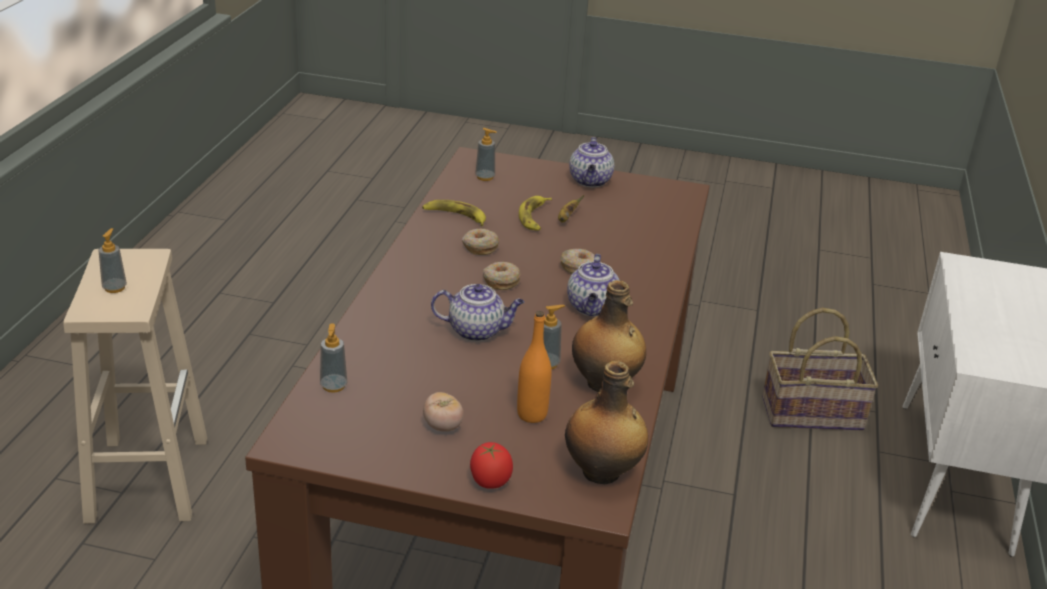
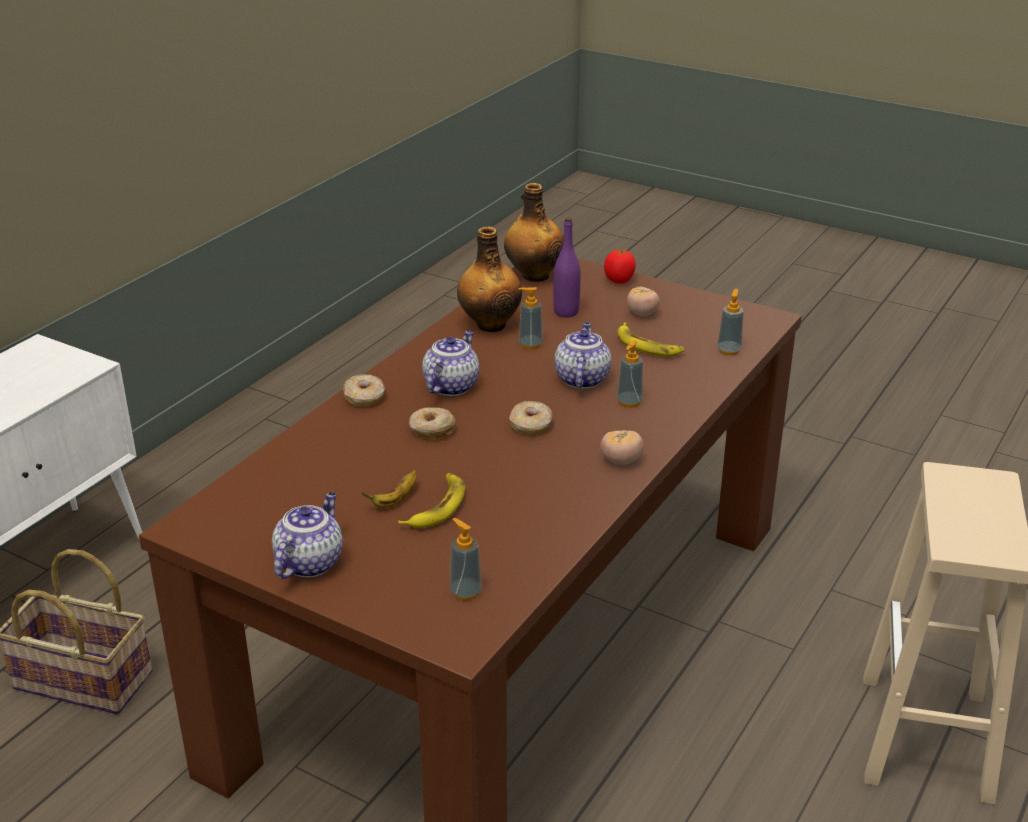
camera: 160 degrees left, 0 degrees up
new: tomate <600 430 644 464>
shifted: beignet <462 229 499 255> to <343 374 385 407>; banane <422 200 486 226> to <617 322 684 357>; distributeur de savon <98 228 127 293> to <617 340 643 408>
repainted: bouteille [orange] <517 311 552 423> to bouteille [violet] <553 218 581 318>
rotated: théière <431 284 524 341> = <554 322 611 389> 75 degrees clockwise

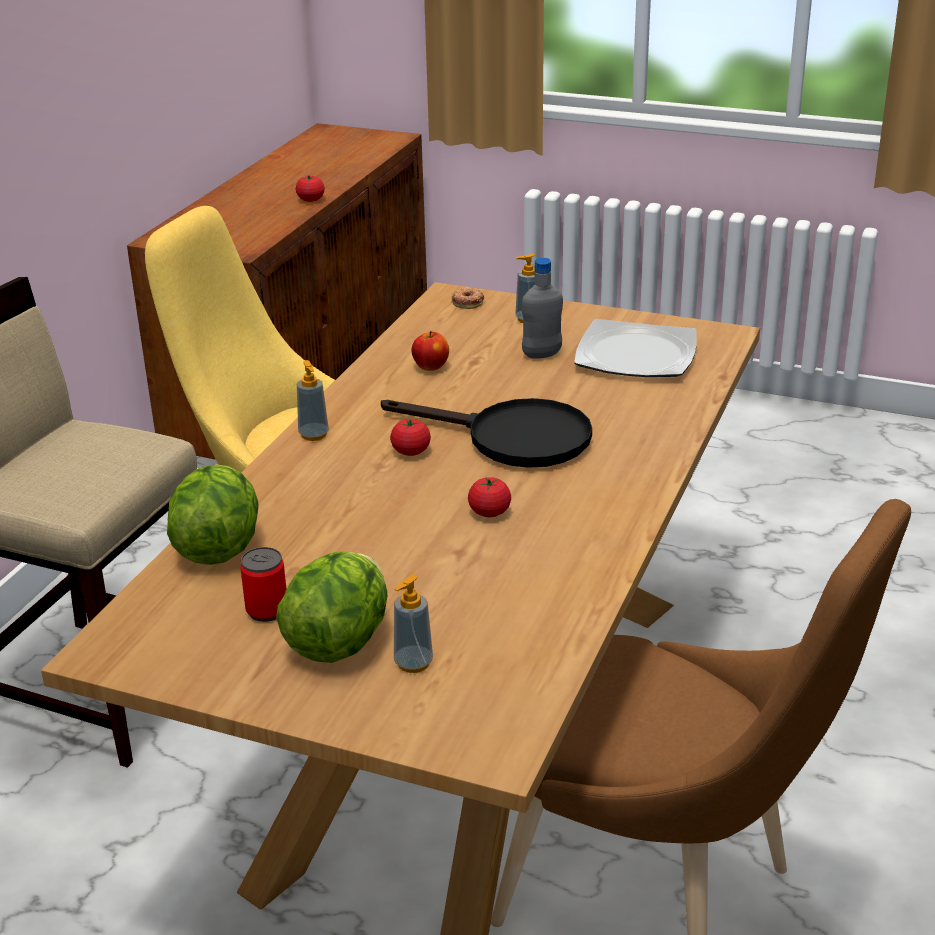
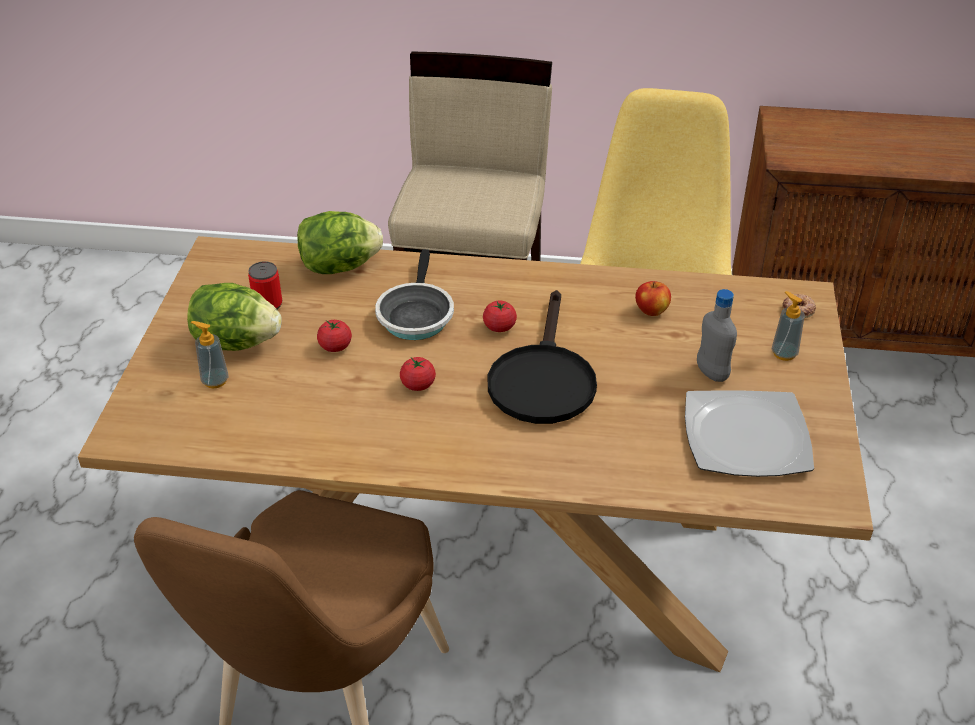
camera: 75 degrees right, 10 degrees up
gone: distributeur de savon <297 360 329 441>
new: poêle <375 249 454 340>
shifted: tomate <296 175 325 202> to <317 320 352 352>

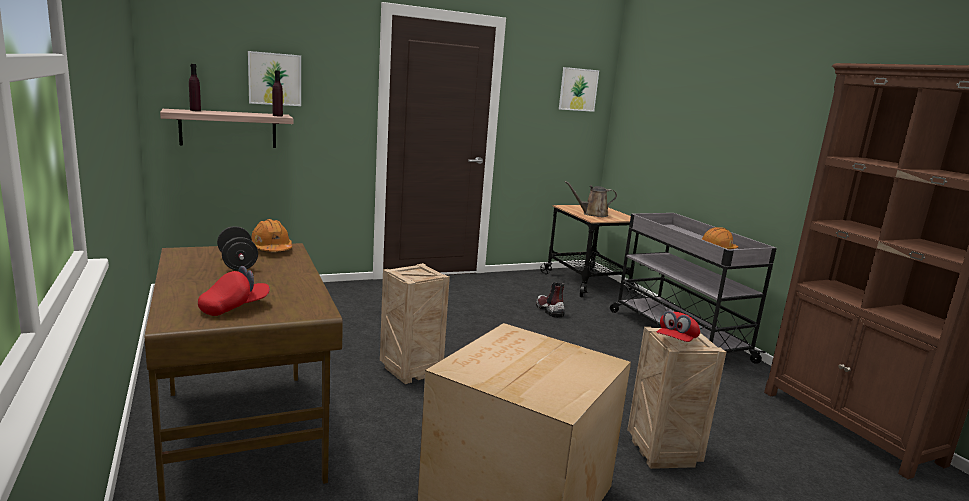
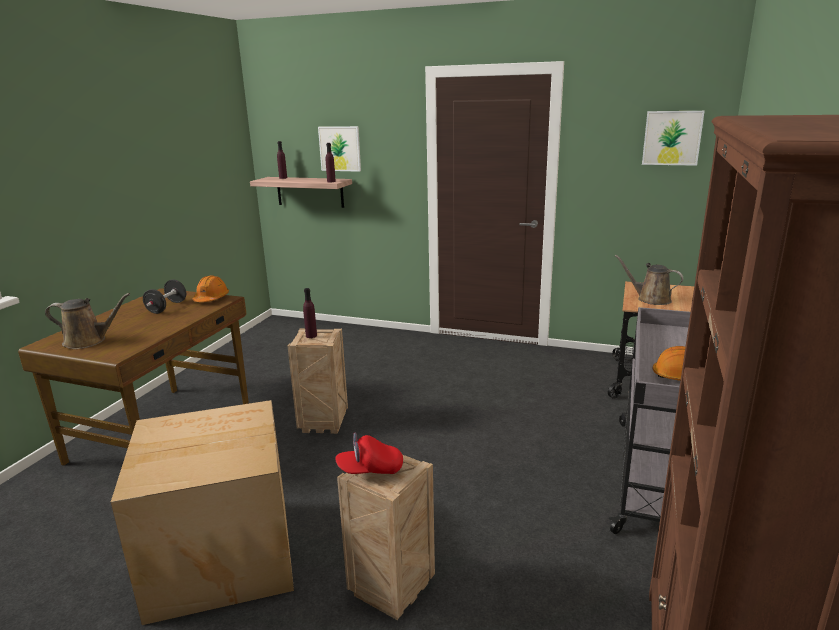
camera: 45 degrees right, 5 degrees up
gone: botte <536 282 565 318>
new: bouteille [violet] <303 288 317 338>
swapped: casquette [rouge] <198 266 270 316> to arrosoir [marron] <45 293 130 349>

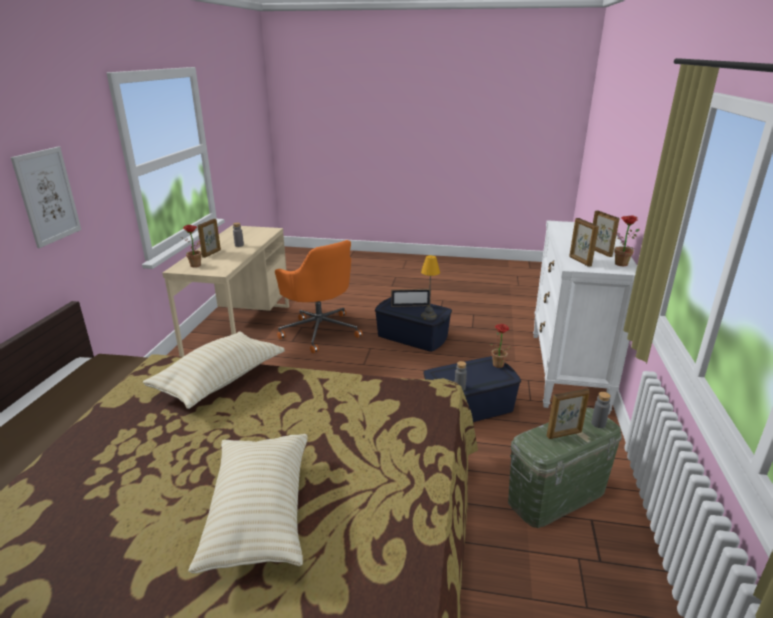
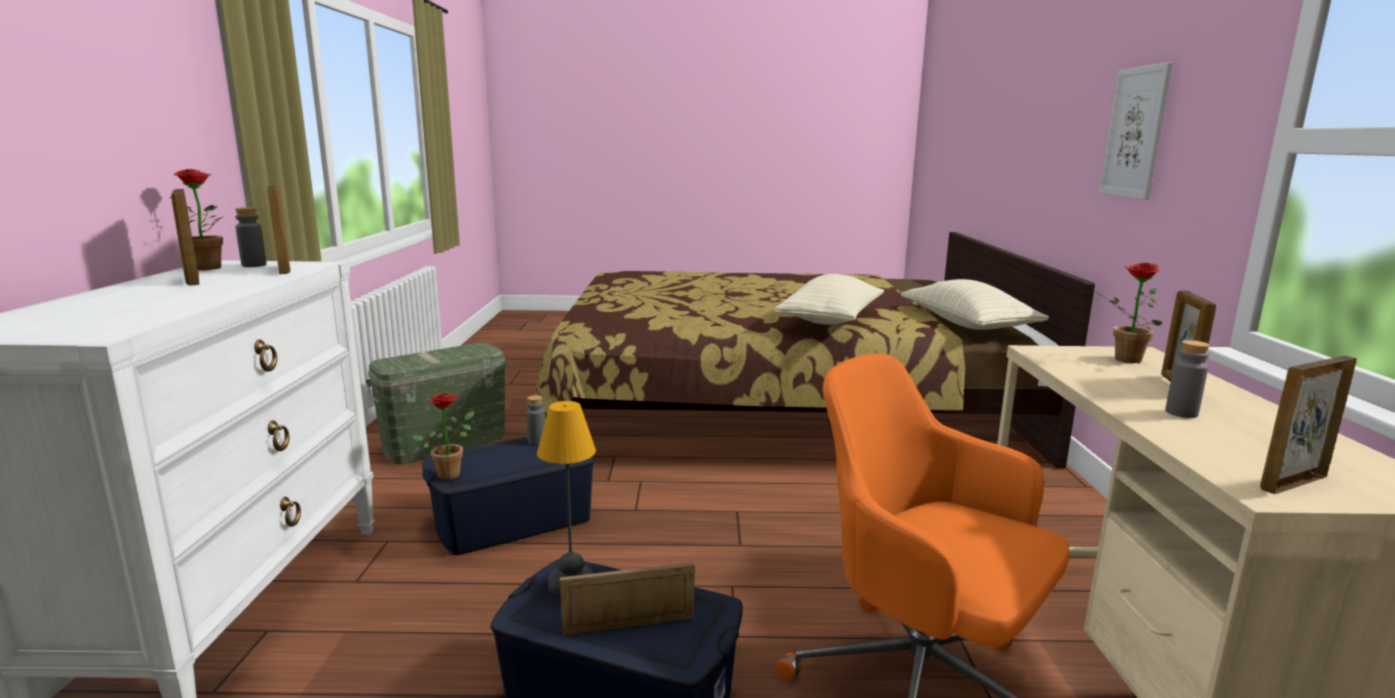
camera: 170 degrees right, 10 degrees down
shifted: bouteille [gris] <591 392 611 428> to <235 207 267 267>; coussin [beige] <188 434 308 574> to <901 279 1049 330>; cadre photo <546 388 590 439> to <1260 356 1357 494>

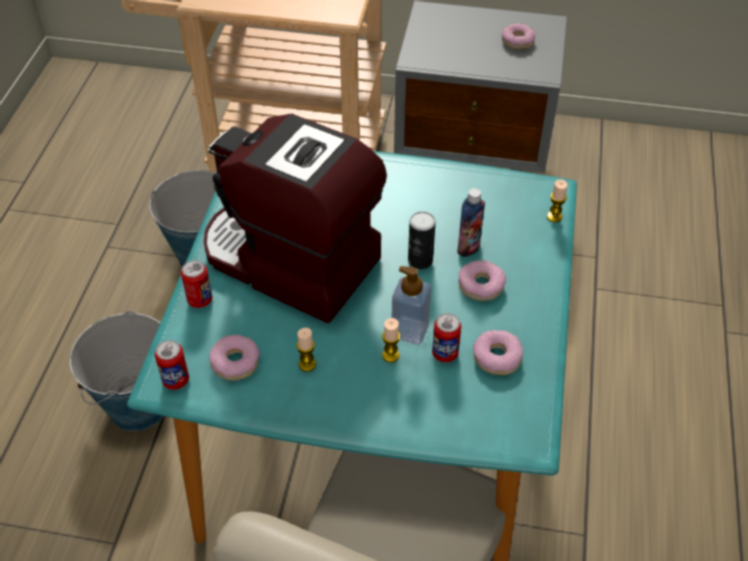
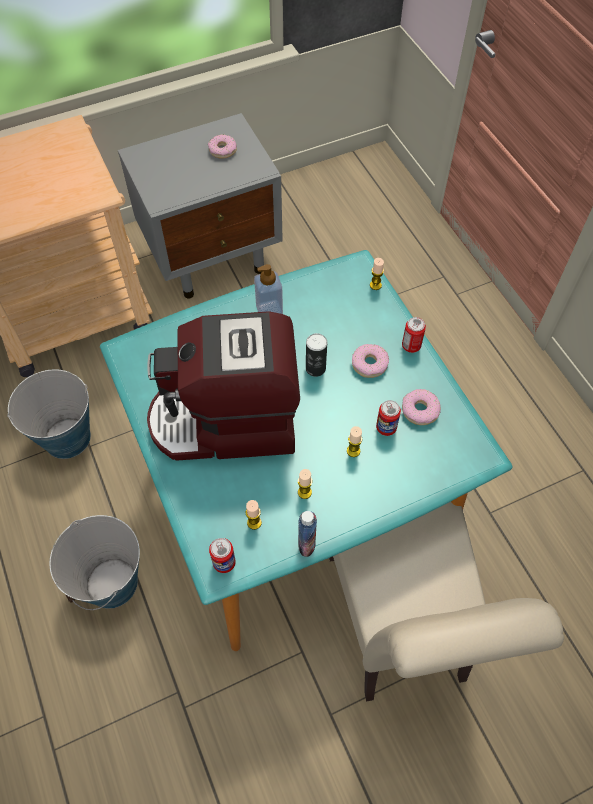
camera: 35 degrees left, 10 degrees up
shifted: distributeur de savon <392 266 431 344> to <254 264 283 314>; bouteille <457 188 485 257> to <298 511 317 557>; boîte métallique <181 260 212 308> to <402 317 426 353>
swapped: beignet <209 334 260 381> to bougie <246 500 262 530>

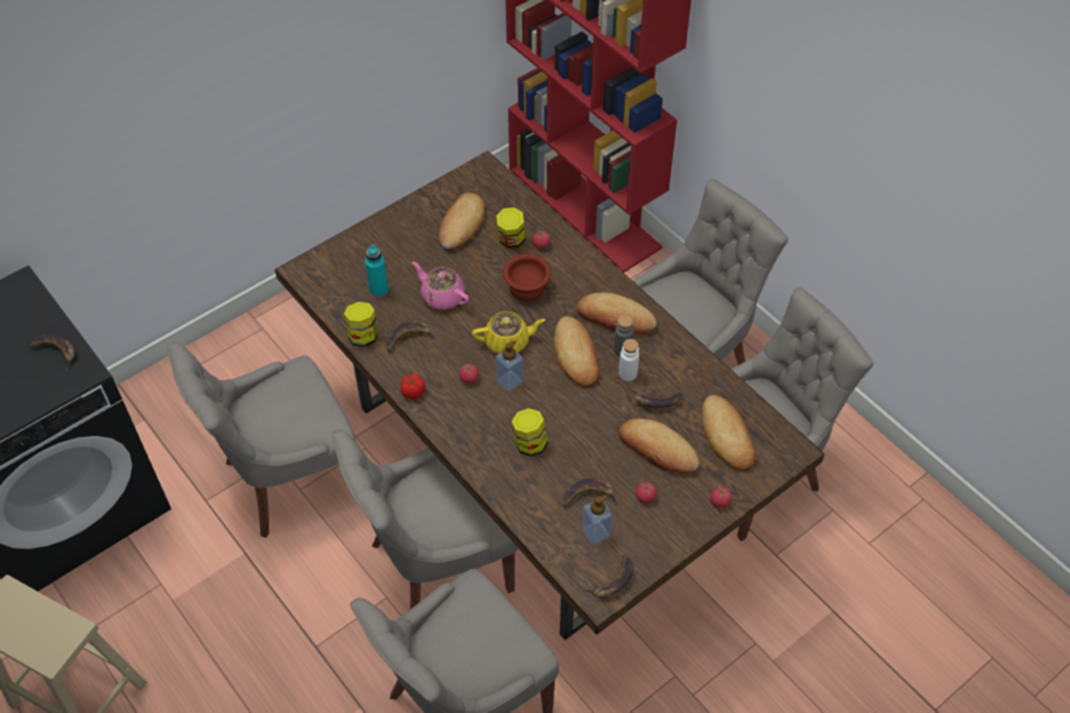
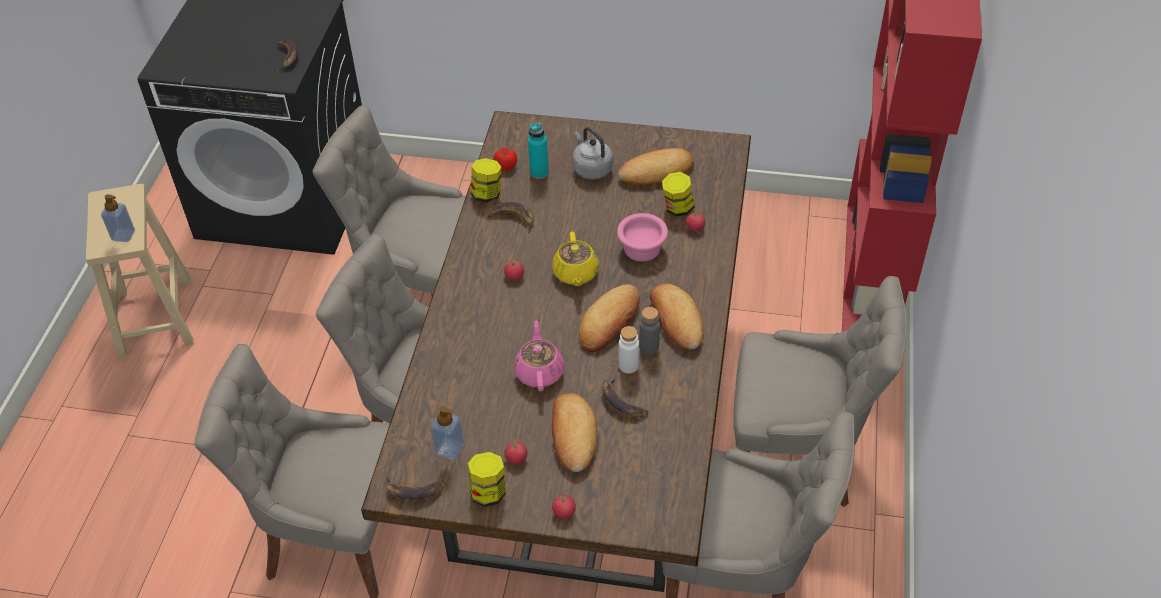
camera: 50 degrees right, 5 degrees down
gone: banane <562 478 618 508>; pain <702 395 756 471>
new: bouilloire [gris] <573 127 613 179>
shifted: distributeur de savon <495 340 523 391> to <101 194 135 242>; bocal <512 408 548 456> to <468 452 506 507>; tomate <400 374 425 399> to <493 147 517 171>; théière [rose] <412 262 469 310> to <514 321 565 391>
repainted: bol [marron] <503 254 551 301> to bol [rose] <617 213 668 262>
rotated: théière [jaune] <472 312 545 354> = <552 232 599 286> 45 degrees clockwise

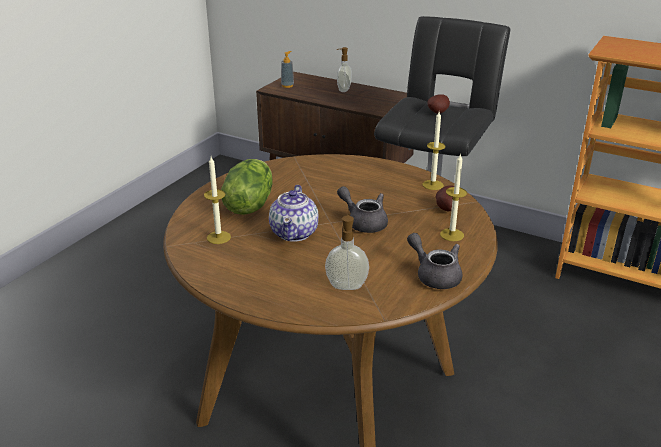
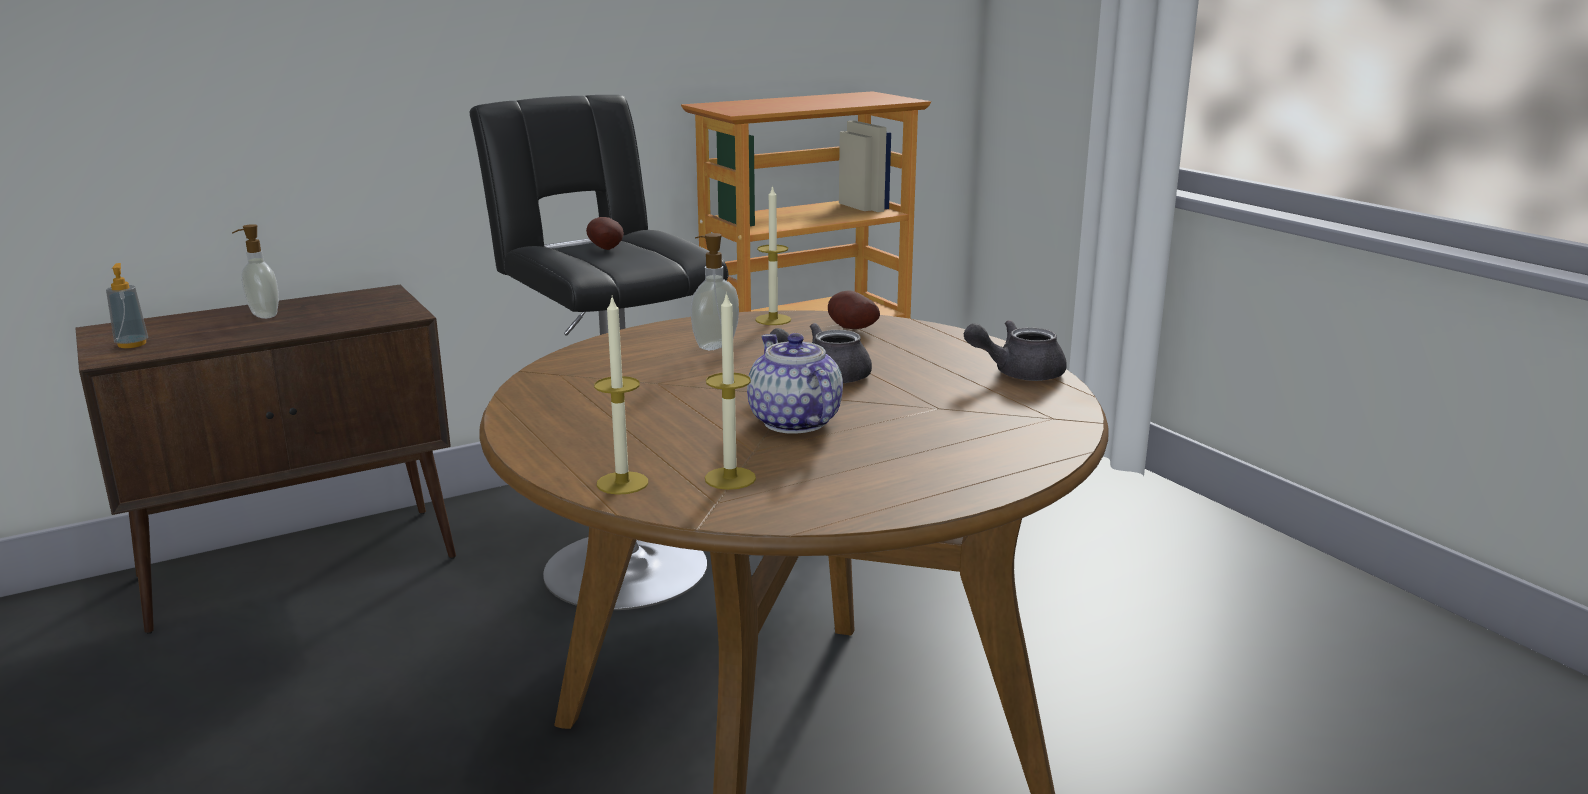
camera: 60 degrees left, 10 degrees down
gone: laitue <221 159 273 215>
shifted: bougie <440 153 467 241> to <594 298 648 495>; distributeur de savon <325 214 369 290> to <691 233 739 350>
rotated: théière <269 185 318 242> = <747 333 843 434> 150 degrees counterclockwise

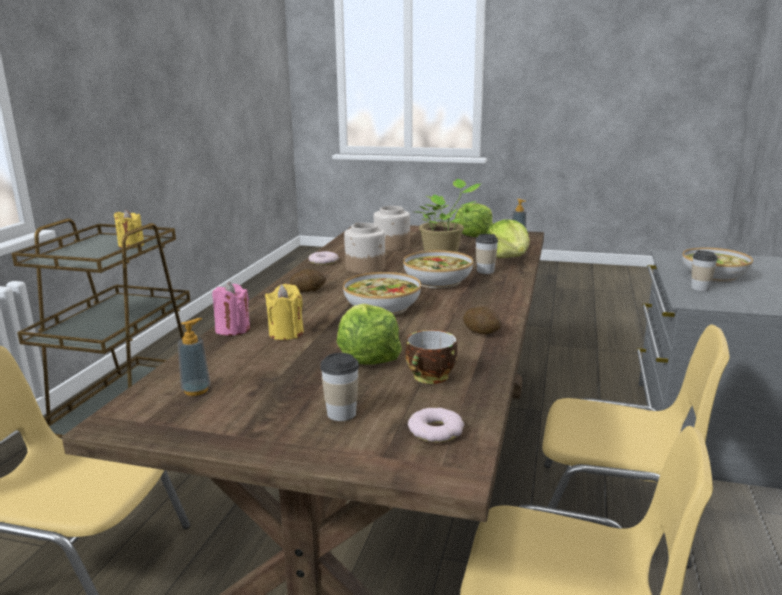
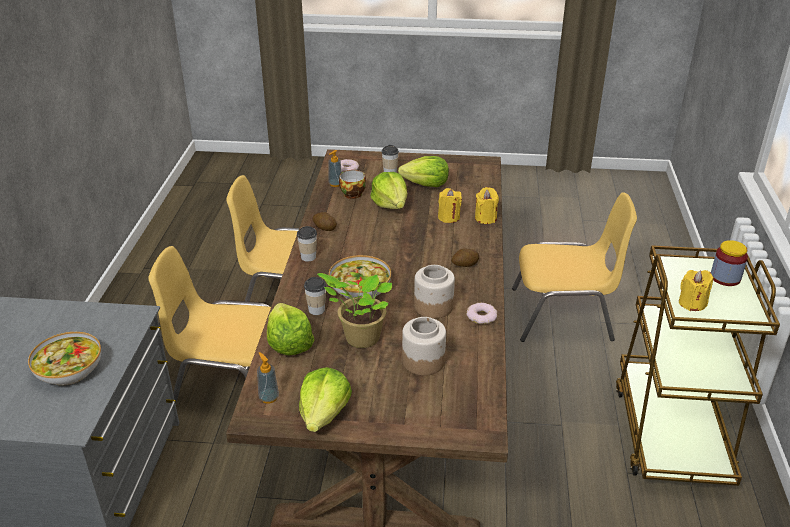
camera: 170 degrees right, 15 degrees up
gone: bol <343 272 421 315>
new: laitue <398 156 449 187>; bocal <711 240 748 286>
shifted: tasse <691 250 718 291> to <297 226 317 262>; distributeur de savon <178 318 210 396> to <329 150 342 187>
repainted: bougie [rose] <212 282 250 336> to bougie [jaune] <475 187 499 224>

